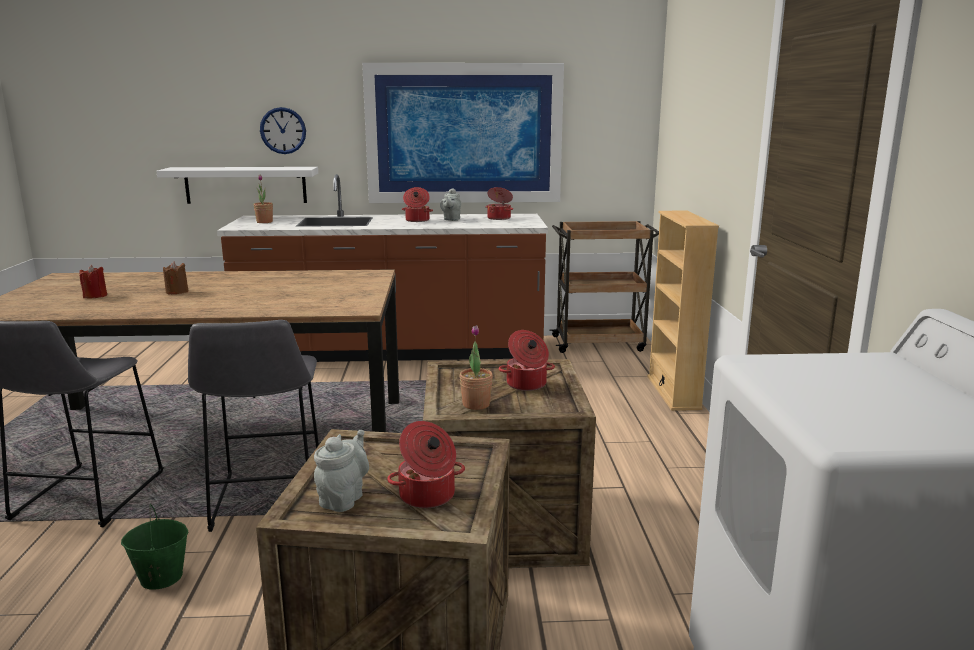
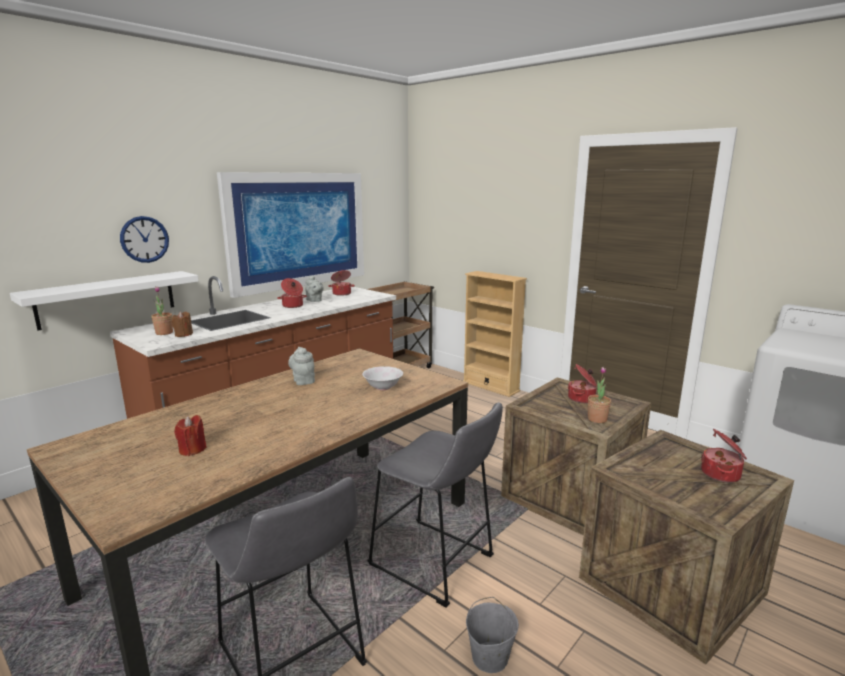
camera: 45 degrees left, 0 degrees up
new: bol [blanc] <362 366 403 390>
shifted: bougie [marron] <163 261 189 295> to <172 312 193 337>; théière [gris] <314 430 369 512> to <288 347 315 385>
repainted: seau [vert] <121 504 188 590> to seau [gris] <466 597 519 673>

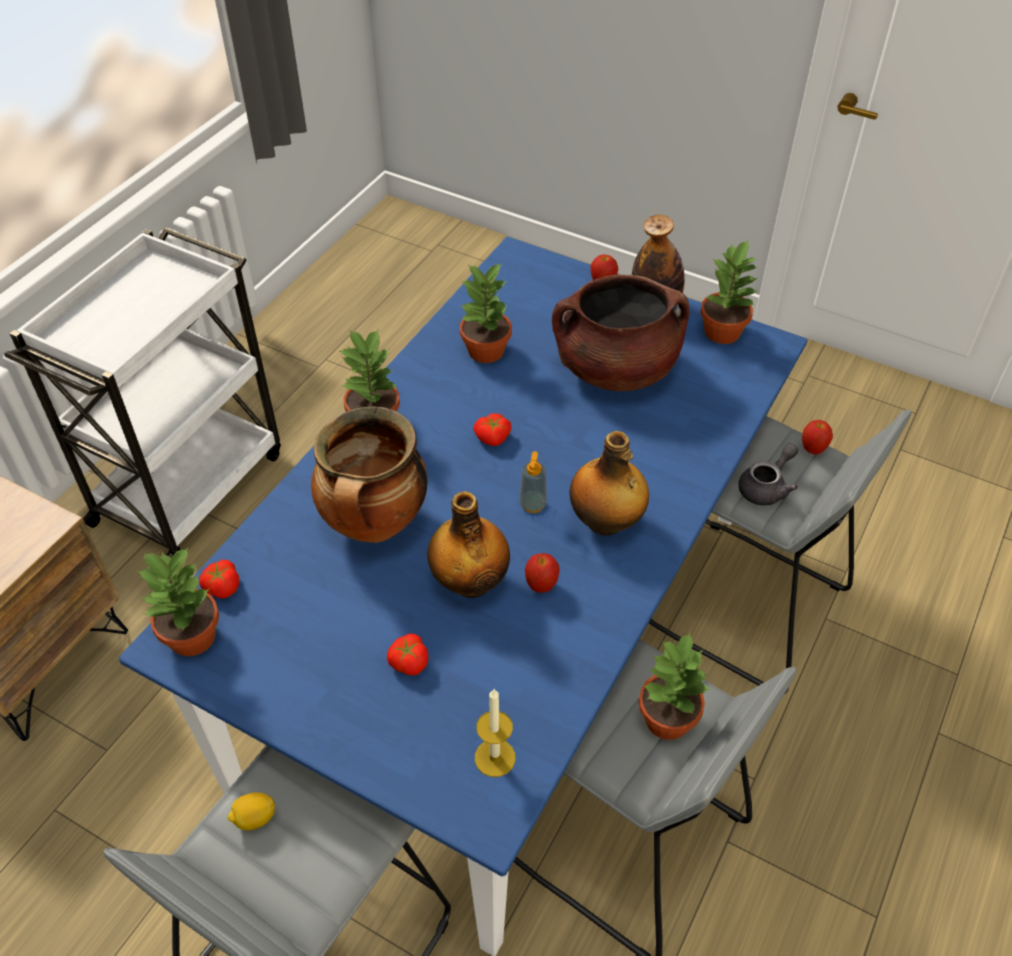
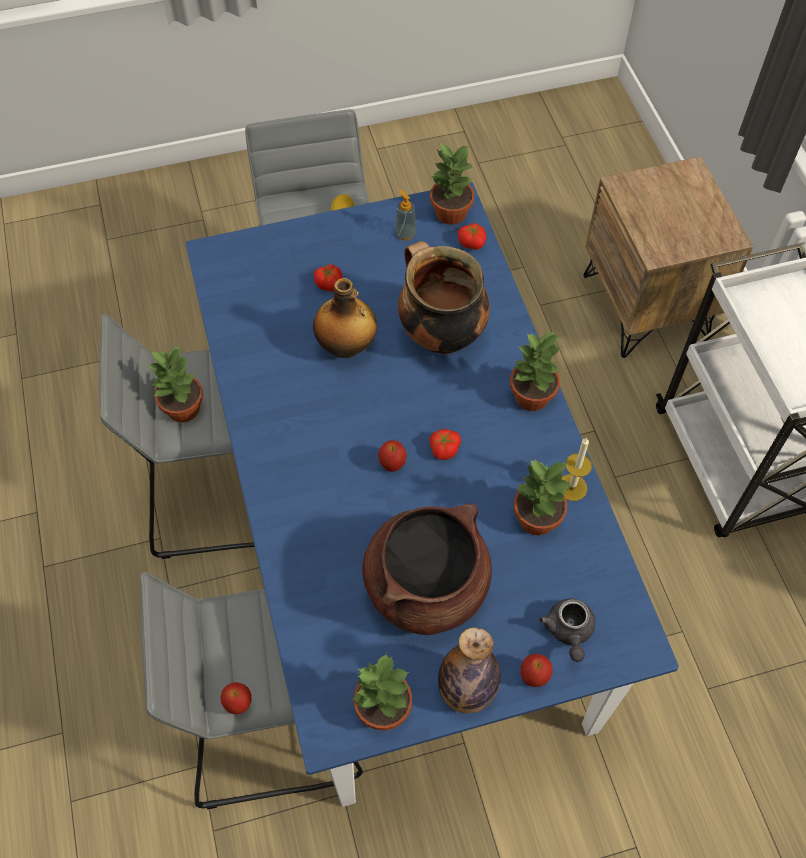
camera: 135 degrees right, 10 degrees up
gone: bouteille <570 431 649 536>
shifted: pomme <525 553 560 593> to <378 440 407 472>; distributeur de savon <519 451 547 513> to <395 189 416 241>; théière [gris] <738 443 798 506> to <539 599 595 662>; bougie <475 689 516 777> to <561 437 592 501>

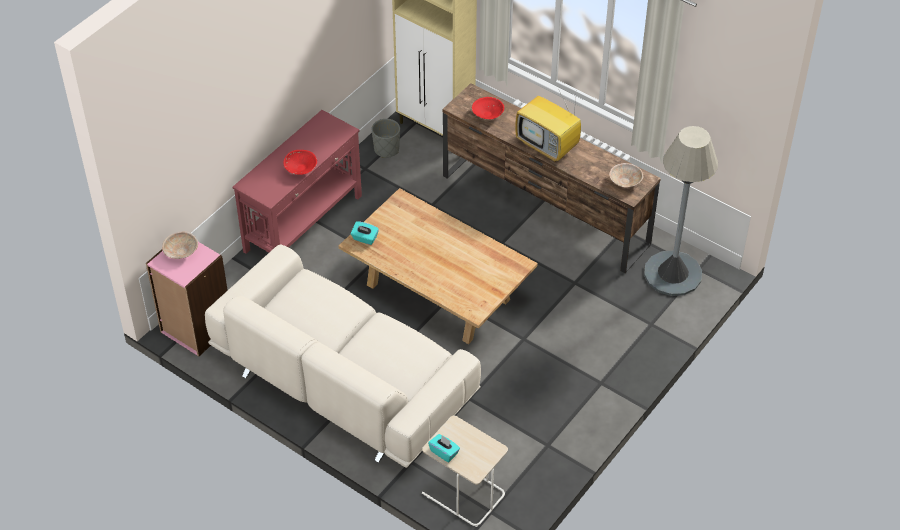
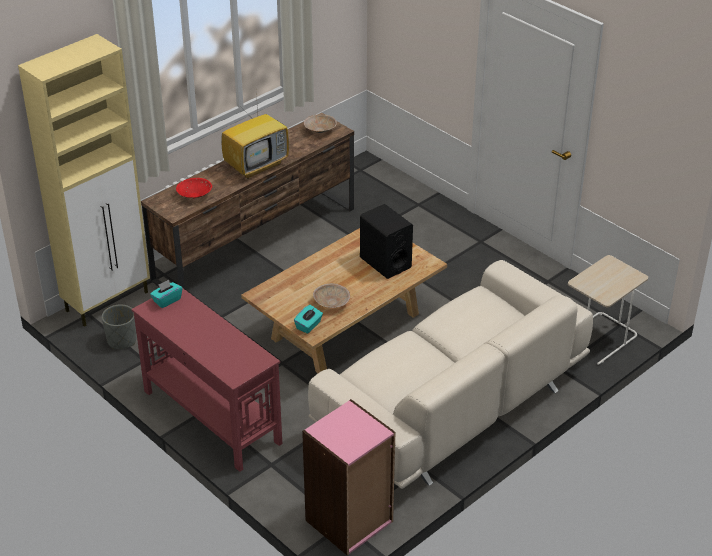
camera: 80 degrees left, 10 degrees down
gone: bol [rouge] <284 150 317 175>; lampadaire [gris] <644 126 718 296>
new: enceinte [noir] <360 204 413 279>
shifted: boîte à mouchoirs [turquoise] <428 434 460 462> to <150 280 183 308>; bol [beige] <162 231 198 259> to <313 283 350 308>

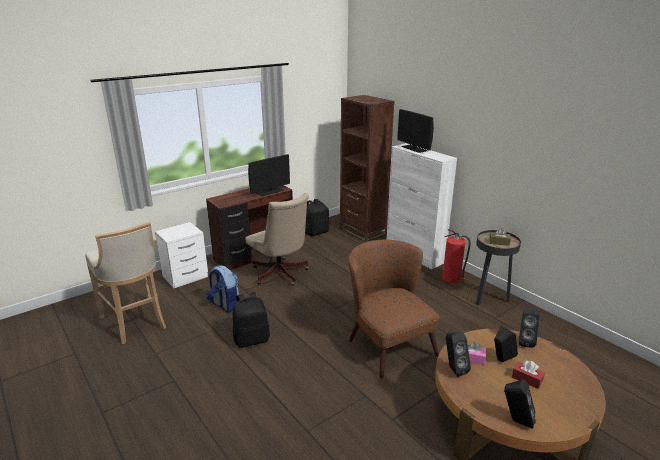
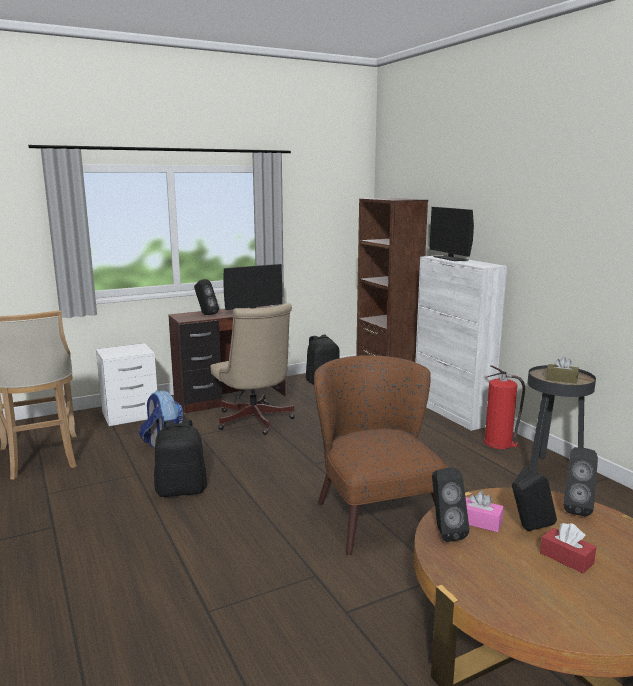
camera: 10 degrees right, 10 degrees down
shifted: enceinte [noir] <504 379 536 429> to <194 279 219 315>

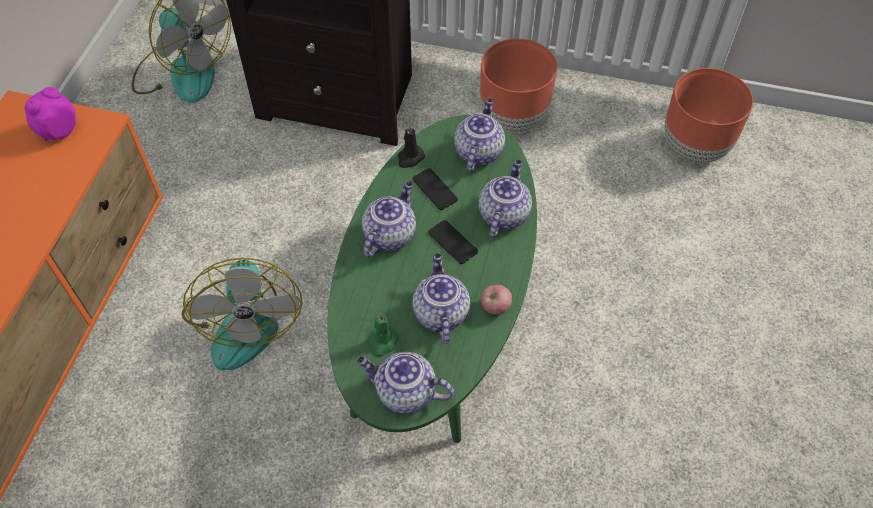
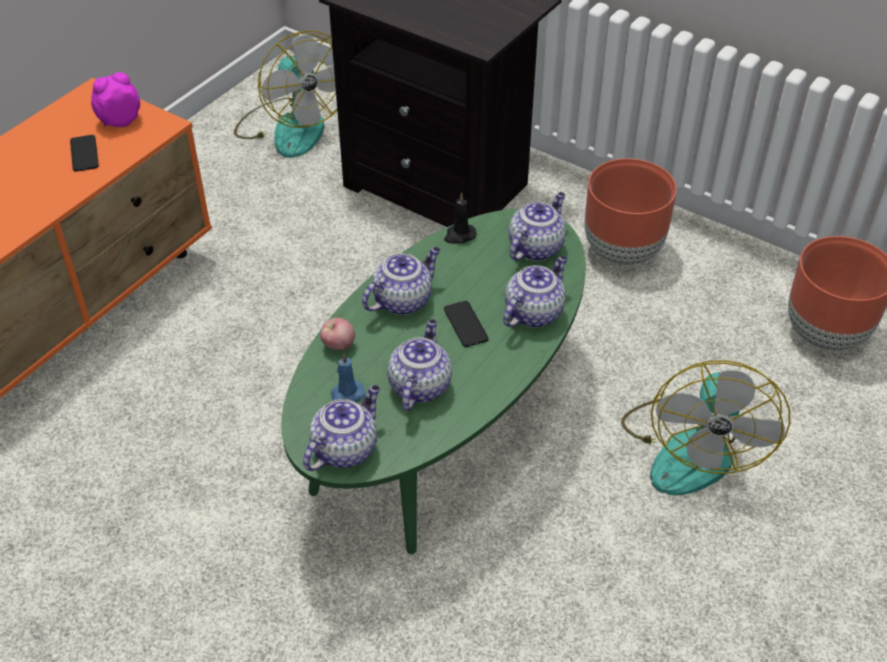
camera: 20 degrees right, 10 degrees down
shifted: téléphone <413 168 458 210> to <70 135 99 172>; pomme <481 284 512 314> to <320 318 355 351>; ventilateur <182 258 302 370> to <621 360 790 495>
repainted: bougie [vert] <369 313 399 357> to bougie [bleu] <331 353 366 402>
rotated: théière <357 352 454 413> = <303 385 380 471> 90 degrees clockwise

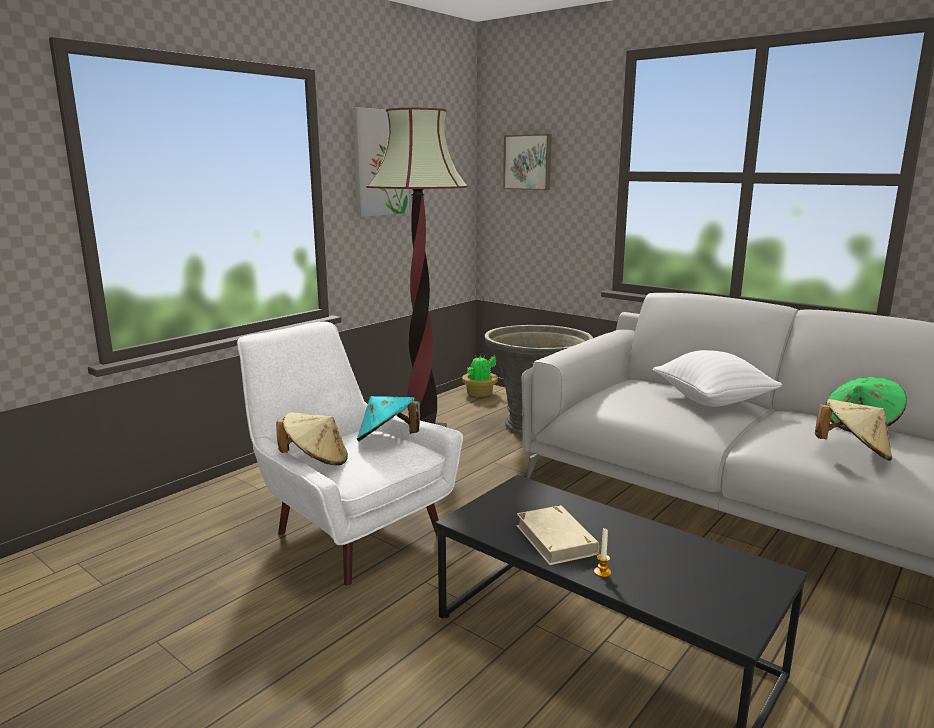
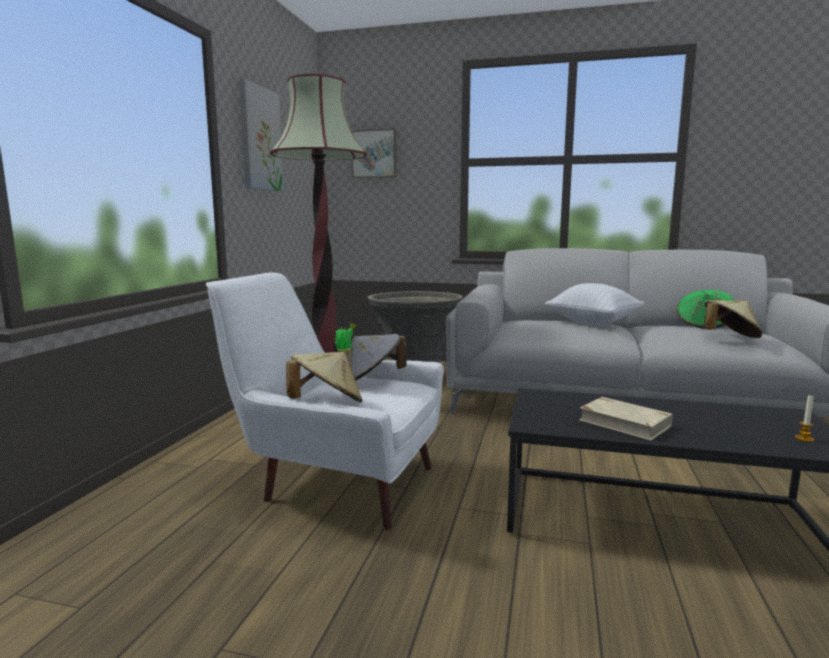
camera: 25 degrees left, 5 degrees down
shifted: bougie <594 528 611 578> to <795 395 814 442>
repainted: chapeau [turquoise] <357 396 420 442> to chapeau [gris] <348 334 407 381>

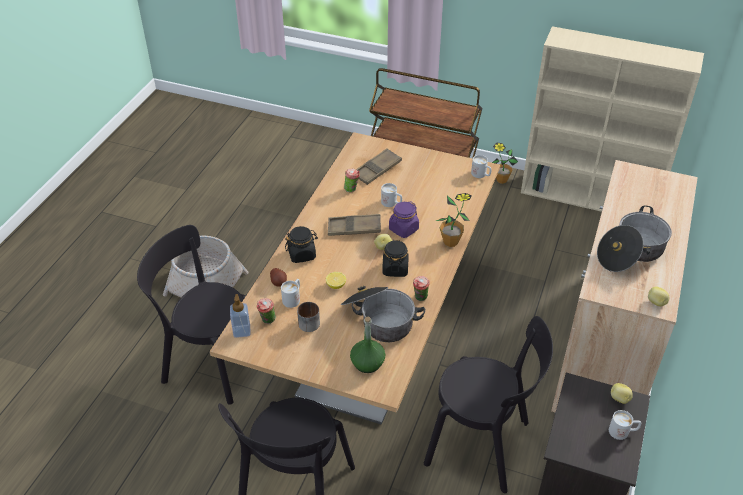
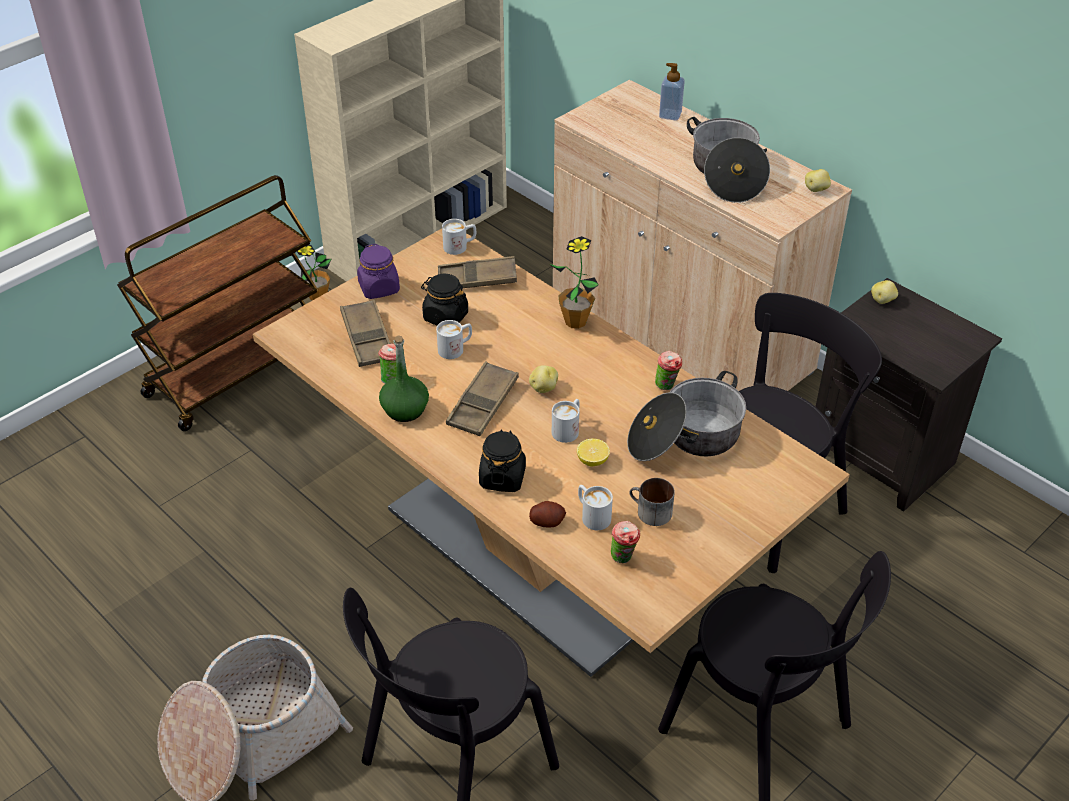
camera: 65 degrees left, 0 degrees up
new: plateau [marron] <438 256 517 288>
shifted: bocal [violet] <389 201 419 238> to <357 244 400 299>; bouteille [vert] <350 316 385 373> to <379 335 429 422>; bocal [noir] <382 240 409 277> to <421 274 468 325>; mug [blanc] <609 410 641 440> to <552 399 580 443>; distributeur de savon <230 294 251 338> to <659 63 685 121>

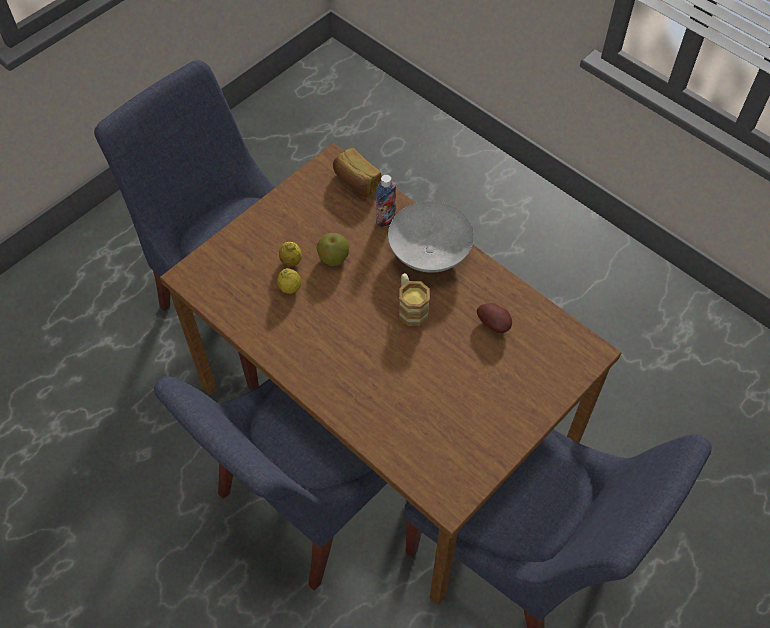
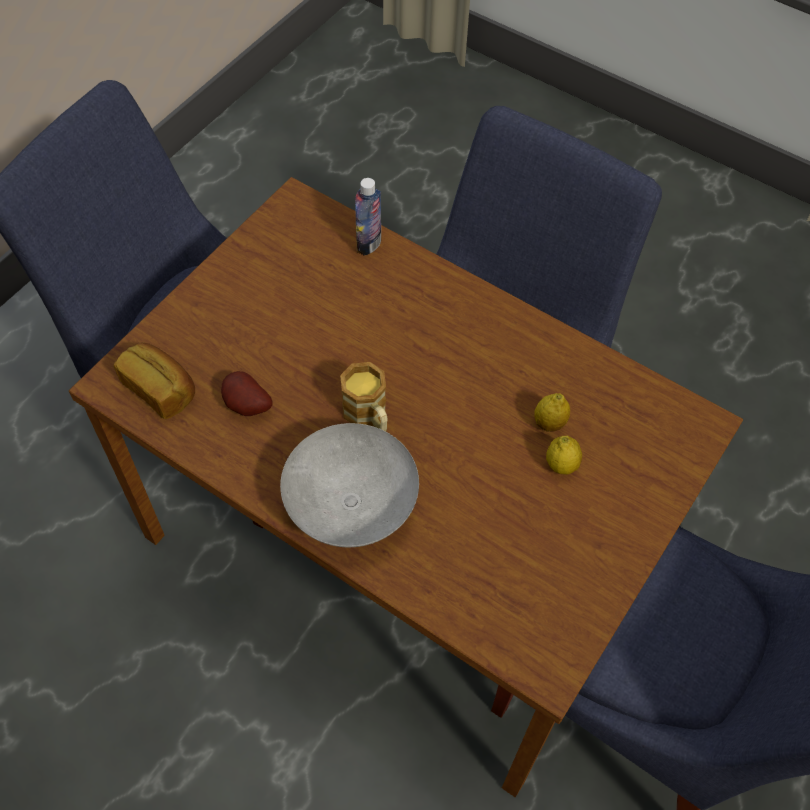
camera: 170 degrees right, 0 degrees up
gone: pomme <317 233 349 266>
shifted: pain <333 148 381 197> to <114 343 195 419>; bouteille <376 175 396 227> to <355 178 381 256>

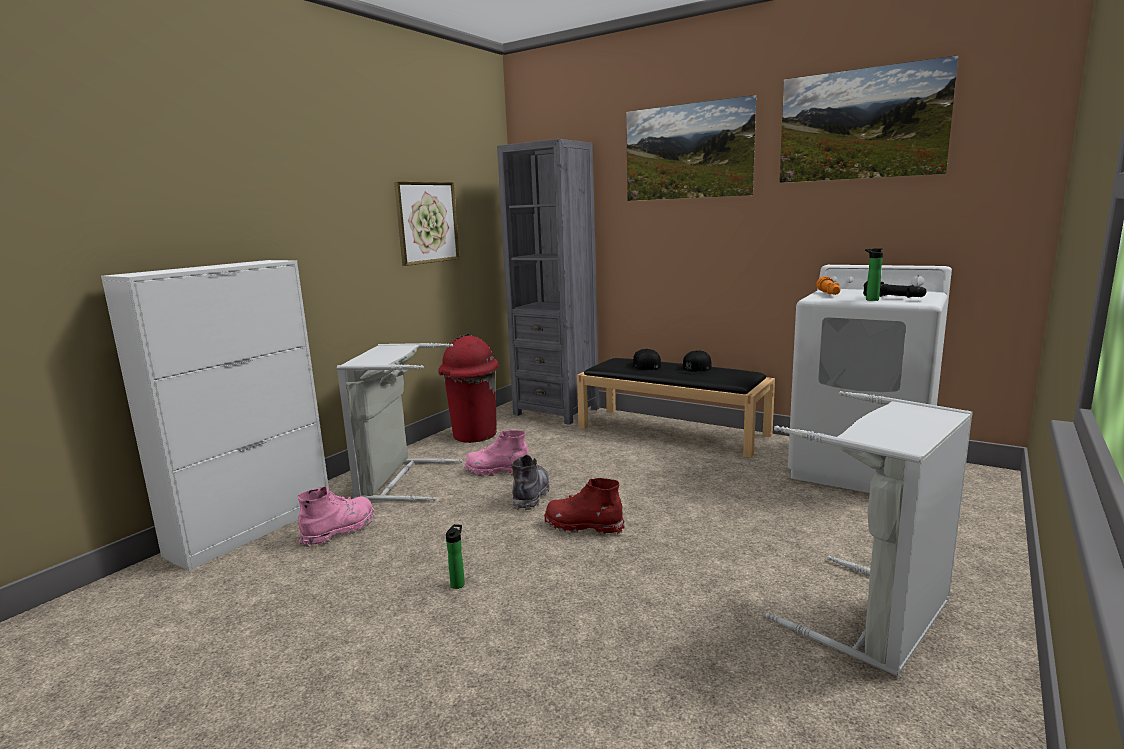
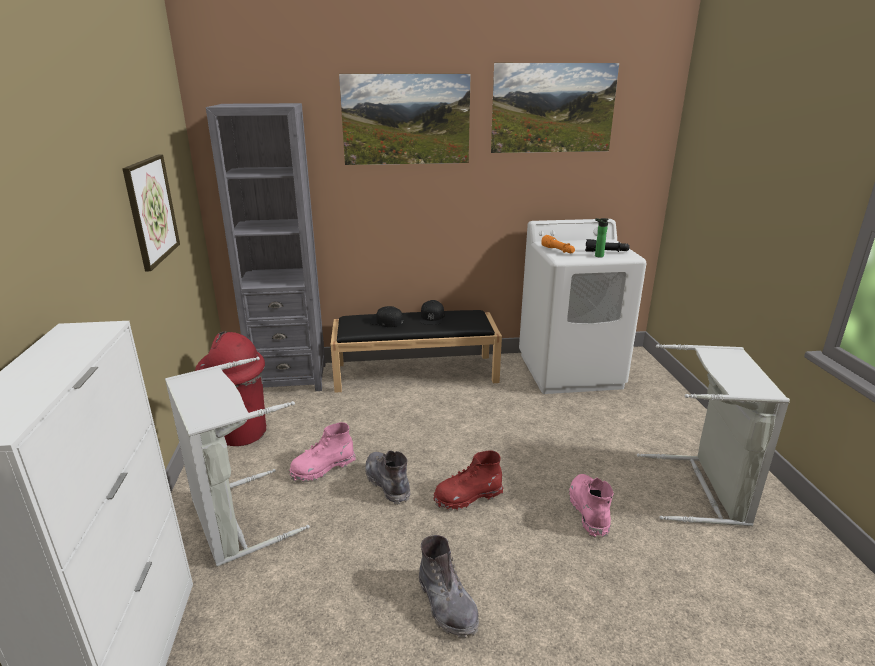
camera: 40 degrees left, 10 degrees up
shifted: botte [rose] <298 486 375 547> to <569 474 614 538>
swapped: bouteille <446 524 465 589> to botte [gris] <419 535 479 638>

